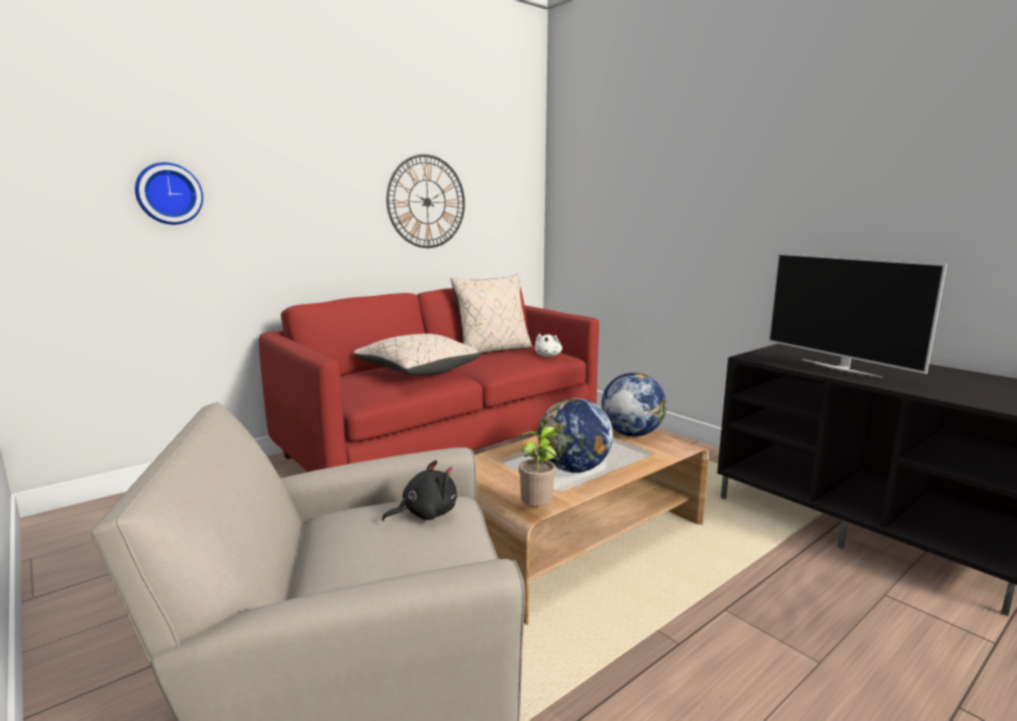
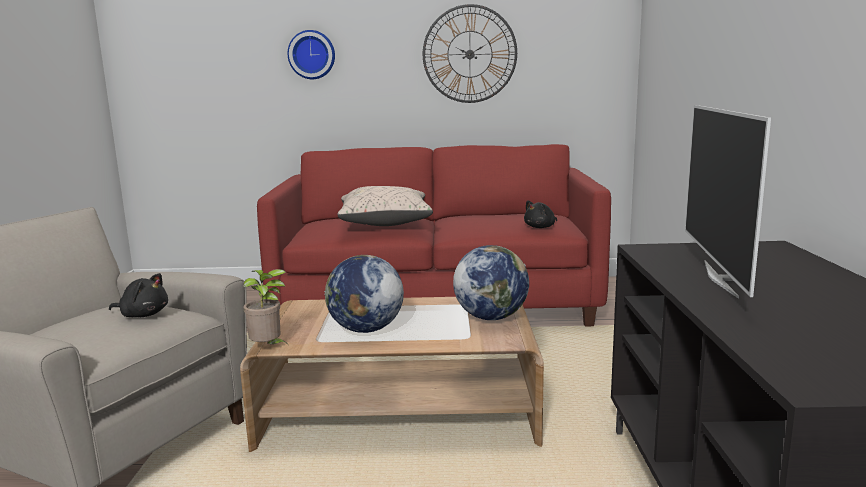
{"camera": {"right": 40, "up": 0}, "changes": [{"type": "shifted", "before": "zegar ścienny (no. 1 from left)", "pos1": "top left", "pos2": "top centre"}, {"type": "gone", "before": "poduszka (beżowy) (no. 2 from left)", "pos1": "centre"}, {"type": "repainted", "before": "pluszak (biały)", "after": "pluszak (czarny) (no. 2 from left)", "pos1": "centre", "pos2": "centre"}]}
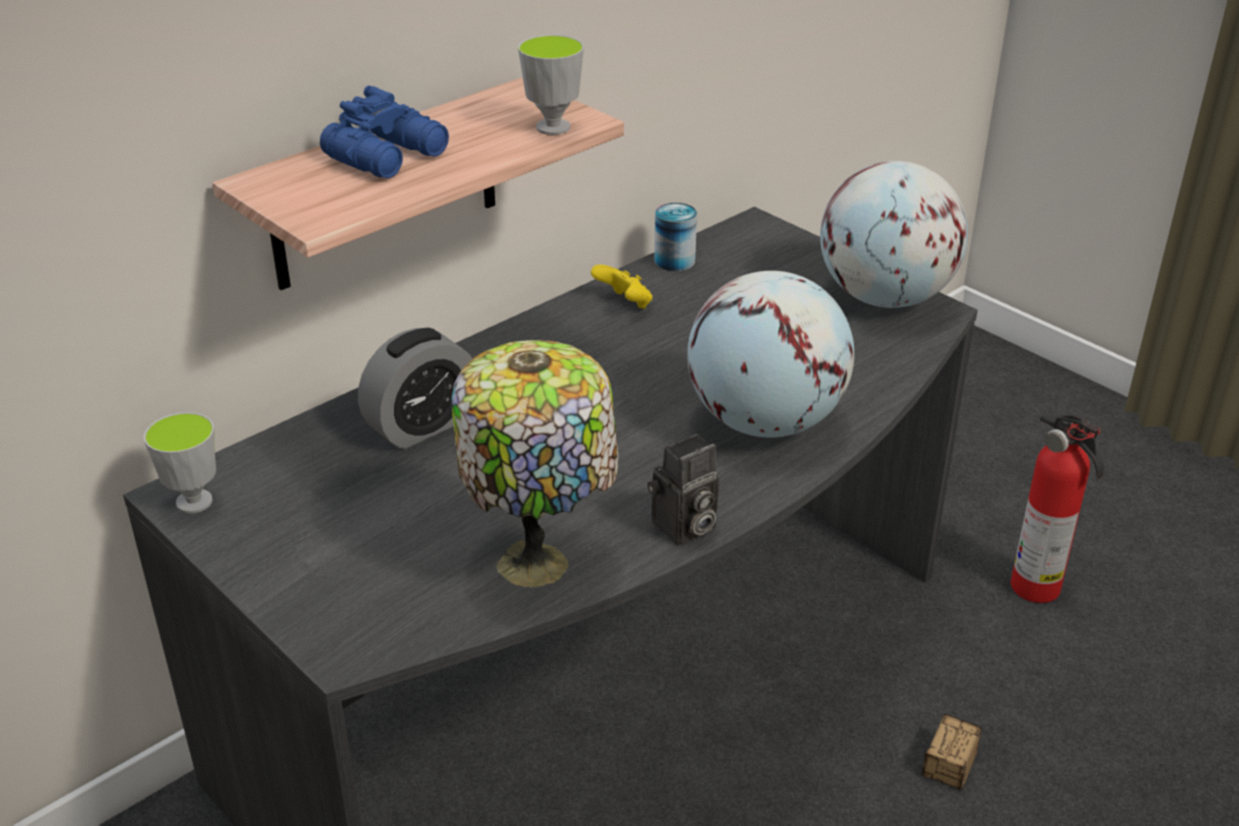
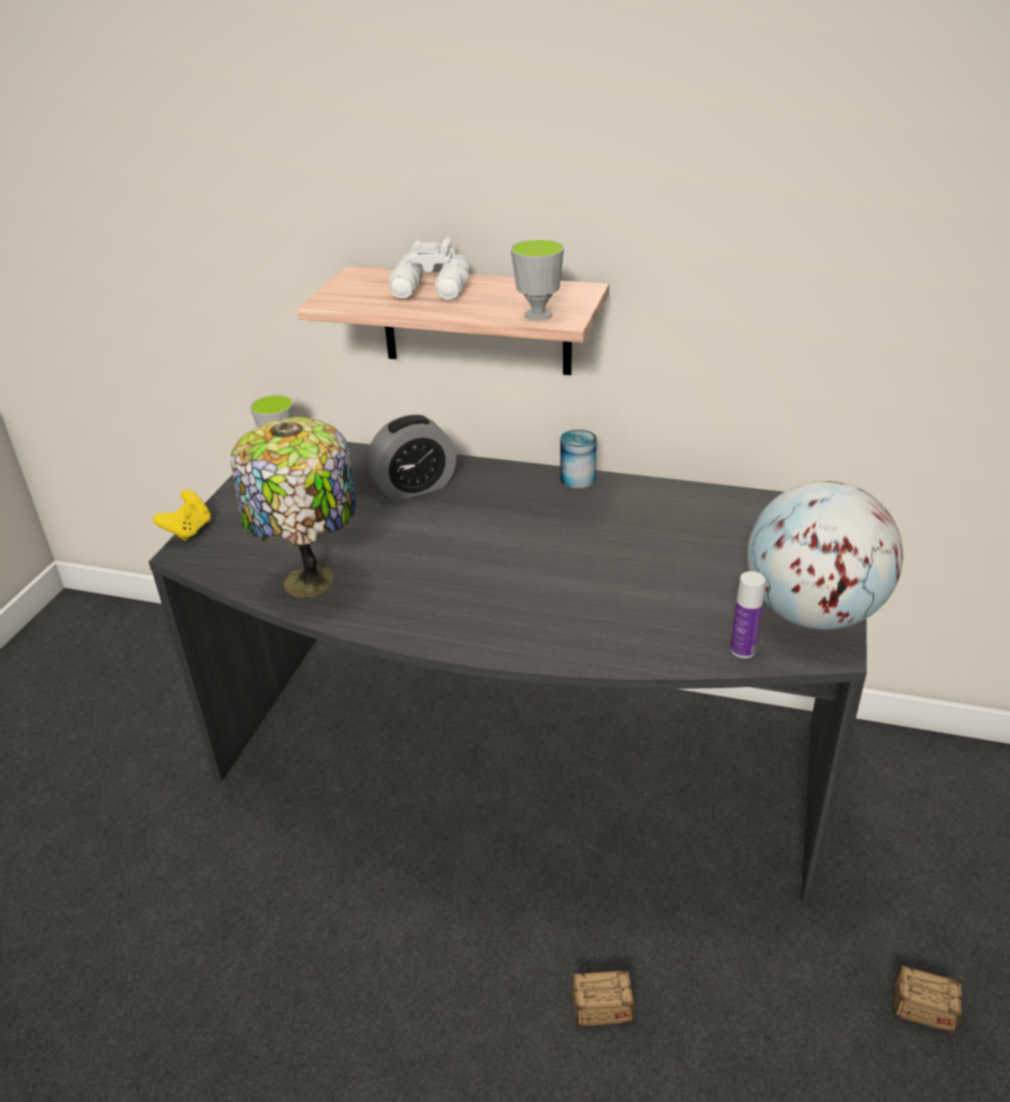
{"camera": {"right": 60, "up": 0}, "changes": [{"type": "repainted", "before": "lornetka (niebieski)", "after": "lornetka (biały)", "pos1": "top left", "pos2": "top centre"}, {"type": "rotated", "before": "budzik", "pos1": "centre", "pos2": "centre", "turn": -45}, {"type": "shifted", "before": "pad do gier (żółty)", "pos1": "centre", "pos2": "middle left"}, {"type": "gone", "before": "aparat fotograficzny", "pos1": "centre"}, {"type": "shifted", "before": "puszka", "pos1": "top centre", "pos2": "centre"}, {"type": "gone", "before": "globus (no. 1 from left)", "pos1": "centre"}, {"type": "swapped", "before": "gaśnica", "after": "pojemnik do przechowywania (no. 2 from left)", "pos1": "middle right", "pos2": "bottom right"}, {"type": "new", "after": "butelka", "pos2": "middle right"}]}
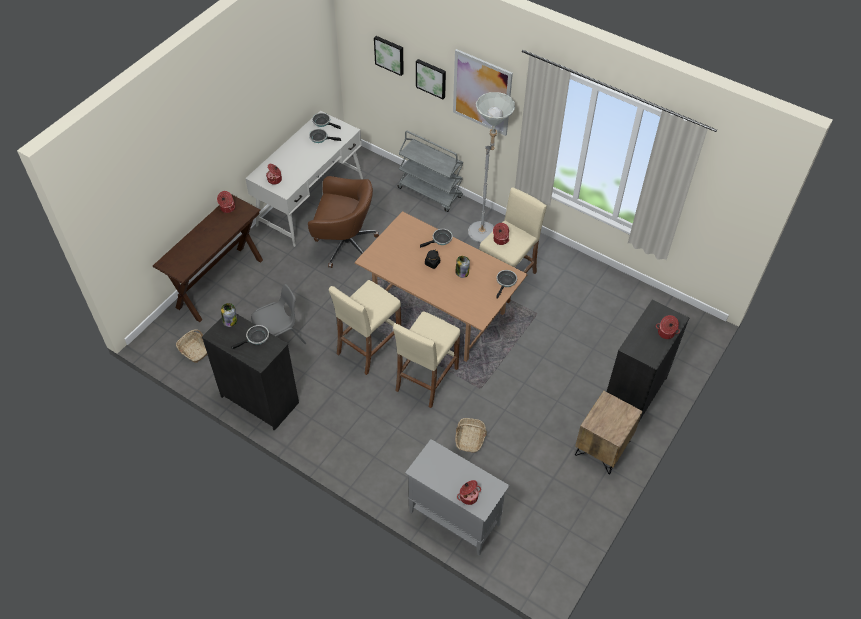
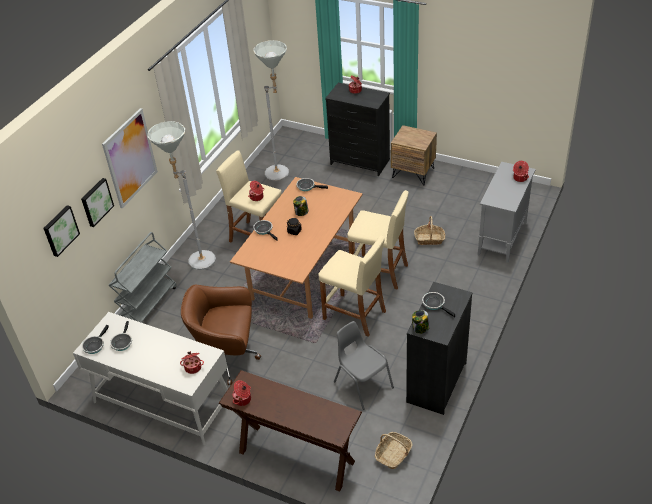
{"camera": {"right": -95, "up": -10}, "changes": [{"type": "rotated", "before": "krzesło biurowe (brązowy)", "pos1": "centre", "pos2": "centre", "turn": -90}, {"type": "new", "after": "lampa stojąca (szary) (no. 2 from left)", "pos2": "top centre"}]}
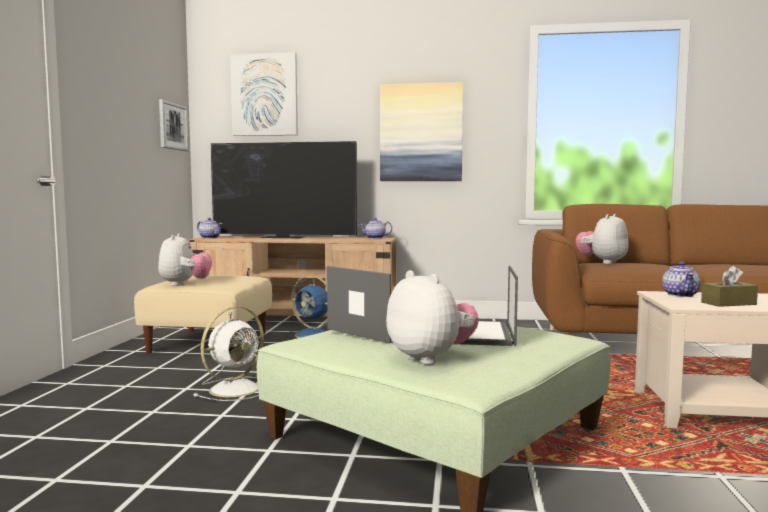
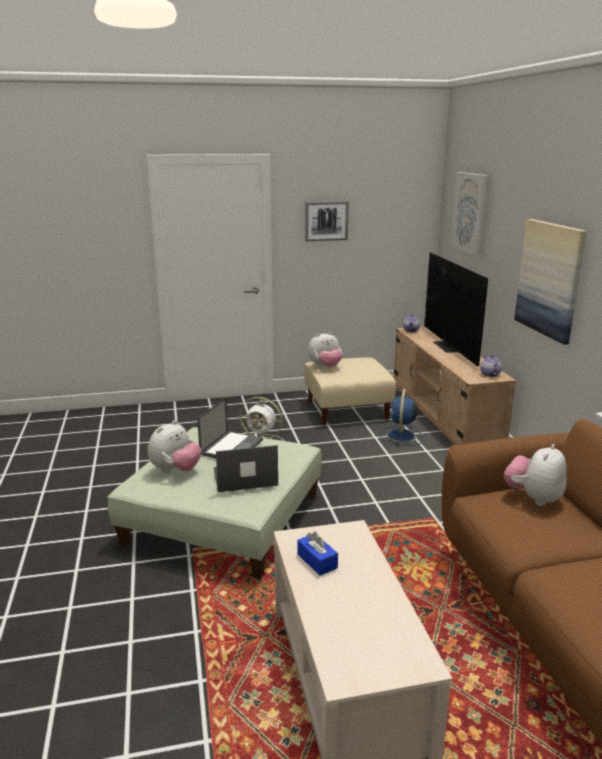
{"camera": {"right": 70, "up": 15}, "changes": [{"type": "shifted", "before": "obraz (no. 1 from left)", "pos1": "top left", "pos2": "top centre"}, {"type": "rotated", "before": "pluszak (no. 3 from left)", "pos1": "middle right", "pos2": "middle right", "turn": -75}, {"type": "gone", "before": "imbryk (no. 3 from left)", "pos1": "middle right"}, {"type": "repainted", "before": "pudełko chusteczek (brązowy)", "after": "pudełko chusteczek (niebieski)", "pos1": "middle right", "pos2": "bottom centre"}]}
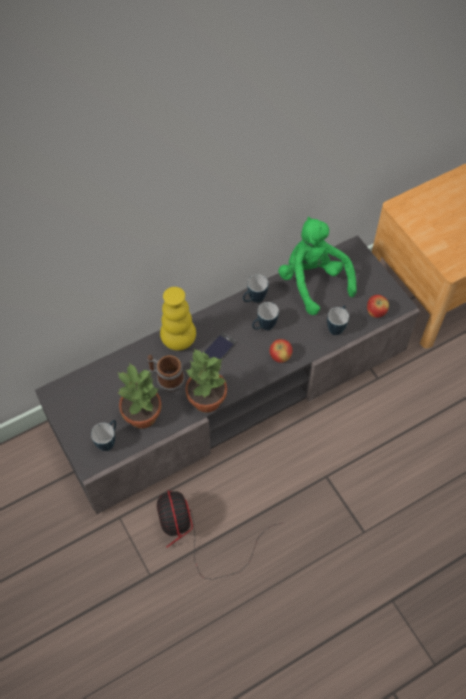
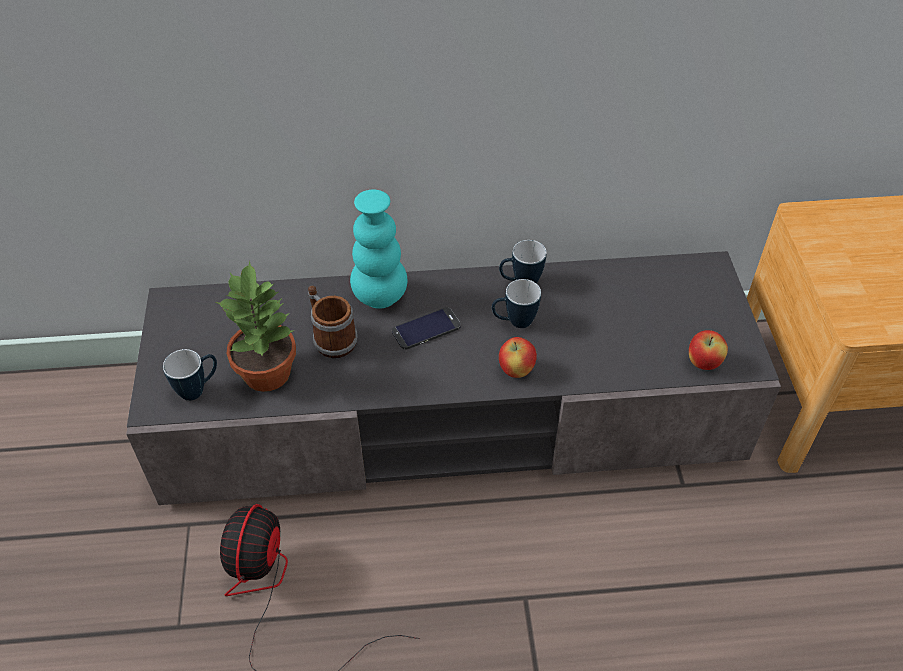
{"camera": {"right": 25, "up": -10}, "changes": [{"type": "repainted", "before": "wazon (żółty)", "after": "wazon (turkusowy)", "pos1": "centre", "pos2": "centre"}, {"type": "gone", "before": "roślina doniczkowa (no. 2 from left)", "pos1": "centre"}, {"type": "gone", "before": "pluszak (zielony)", "pos1": "middle right"}, {"type": "gone", "before": "kubek (no. 5 from left)", "pos1": "middle right"}]}
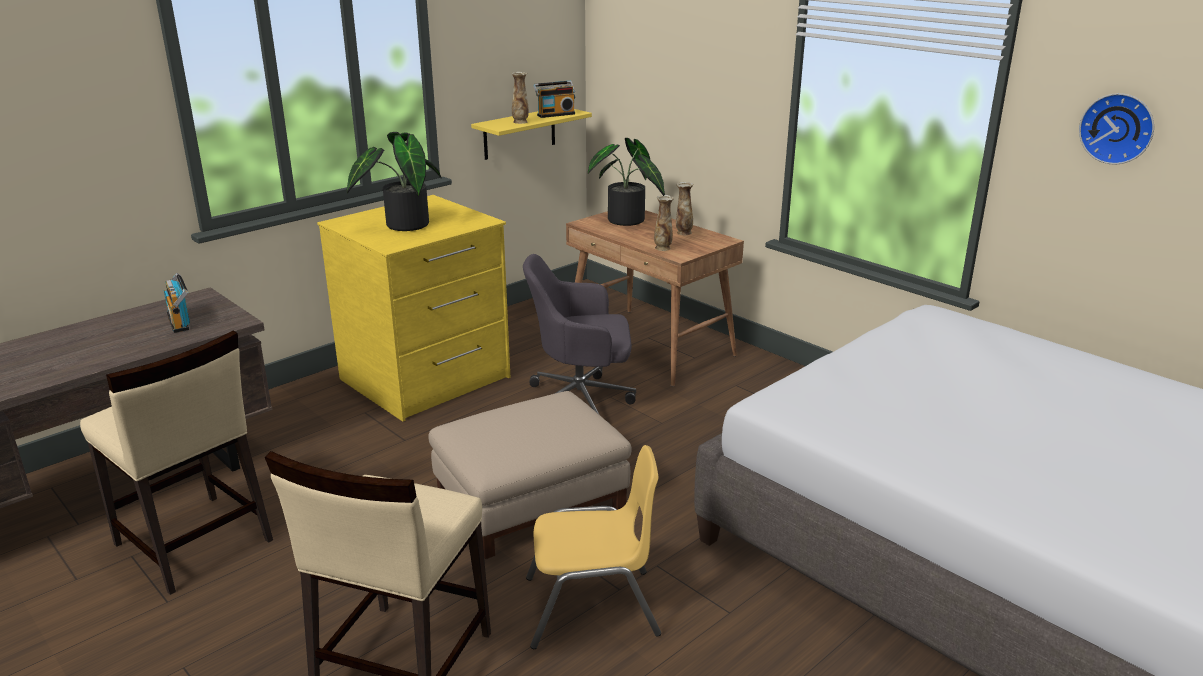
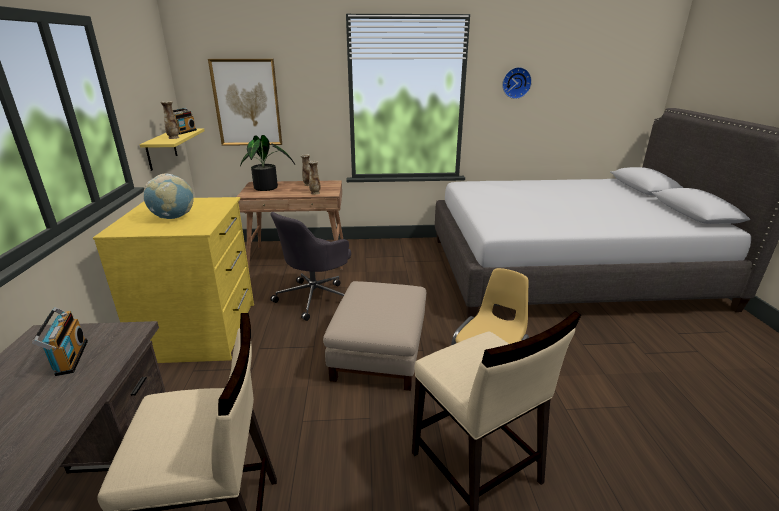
{"camera": {"right": -50, "up": 0}, "changes": [{"type": "rotated", "before": "radio (no. 1 from left)", "pos1": "middle left", "pos2": "bottom left", "turn": -120}, {"type": "swapped", "before": "roślina doniczkowa (no. 1 from left)", "after": "globus", "pos1": "top left", "pos2": "middle left"}, {"type": "new", "after": "obraz", "pos2": "top left"}]}
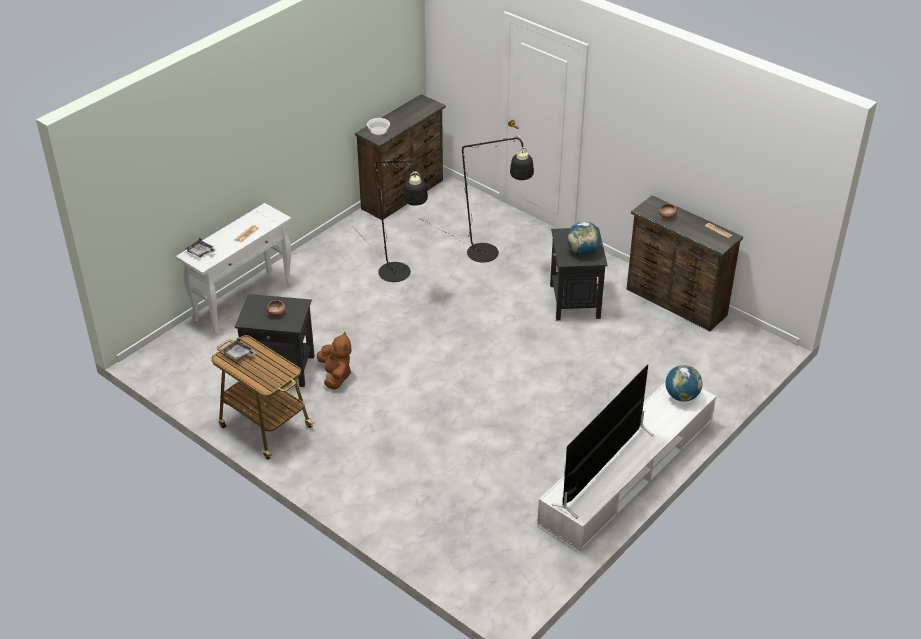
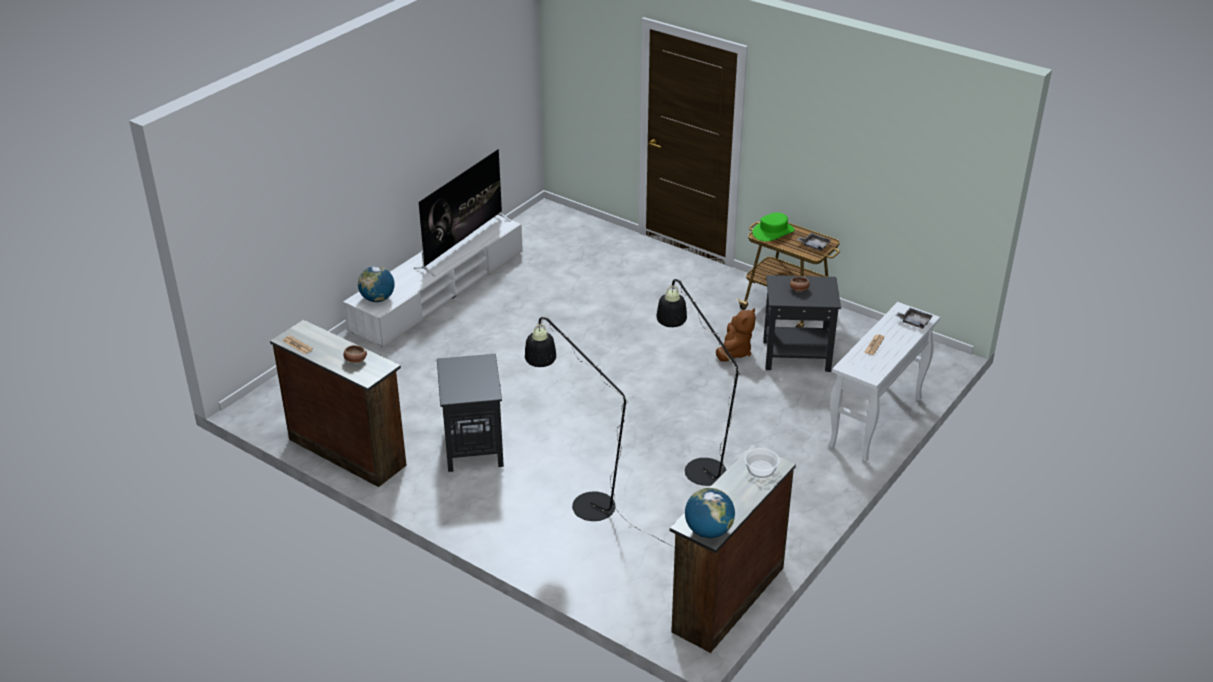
{"camera": {"right": 175, "up": -5}, "changes": [{"type": "rotated", "before": "pluszak (brązowy)", "pos1": "centre", "pos2": "centre", "turn": -135}, {"type": "shifted", "before": "globus (no. 1 from left in the first image)", "after": "globus (no. 2 from left)", "pos1": "centre", "pos2": "bottom centre"}, {"type": "new", "after": "kapelusz (zielony)", "pos2": "top centre"}]}
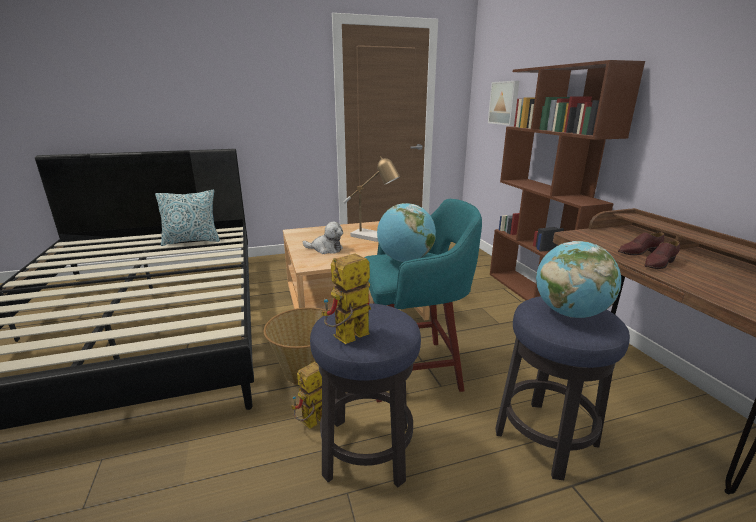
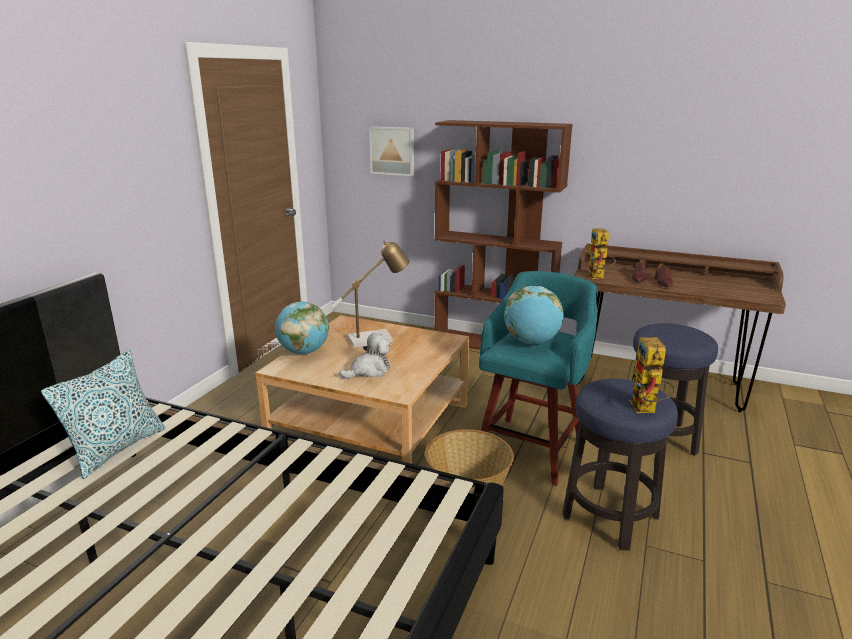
{"camera": {"right": -50, "up": 0}, "changes": [{"type": "shifted", "before": "robot zabawkowy (no. 1 from left)", "pos1": "bottom centre", "pos2": "middle right"}, {"type": "shifted", "before": "globus (no. 2 from left in the first image)", "after": "globus (no. 1 from left)", "pos1": "middle right", "pos2": "centre"}]}
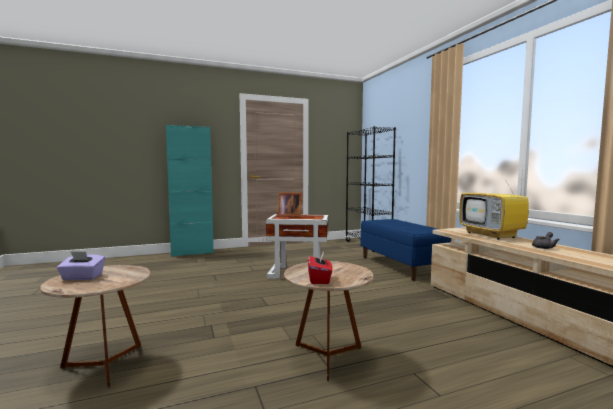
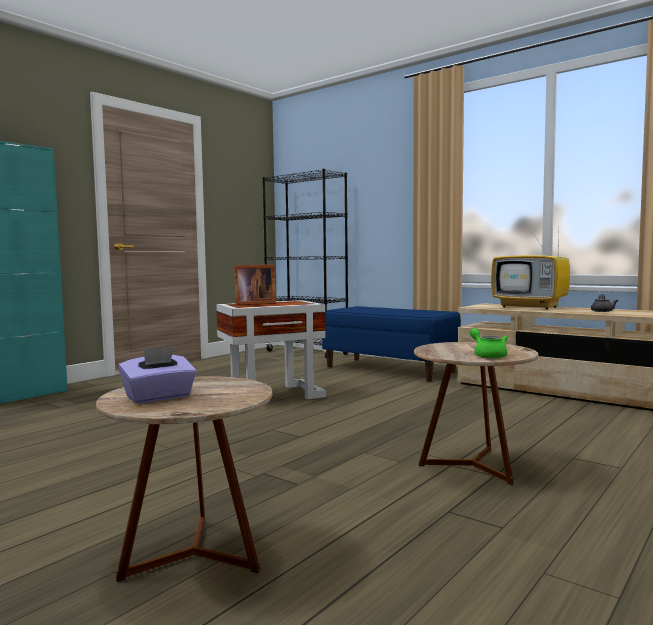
{"camera": {"right": -30, "up": 0}, "changes": [{"type": "swapped", "before": "pudełko chusteczek (czerwony)", "after": "imbryk (zielony)", "pos1": "centre", "pos2": "middle right"}]}
